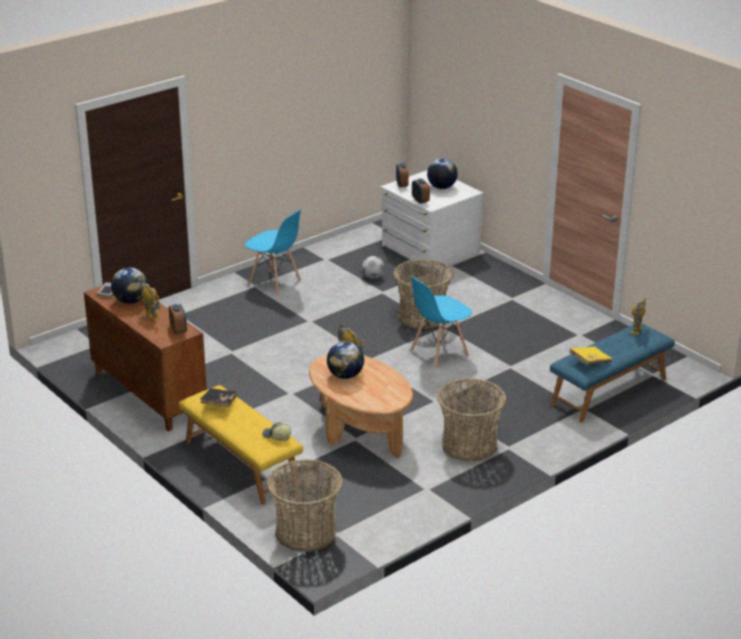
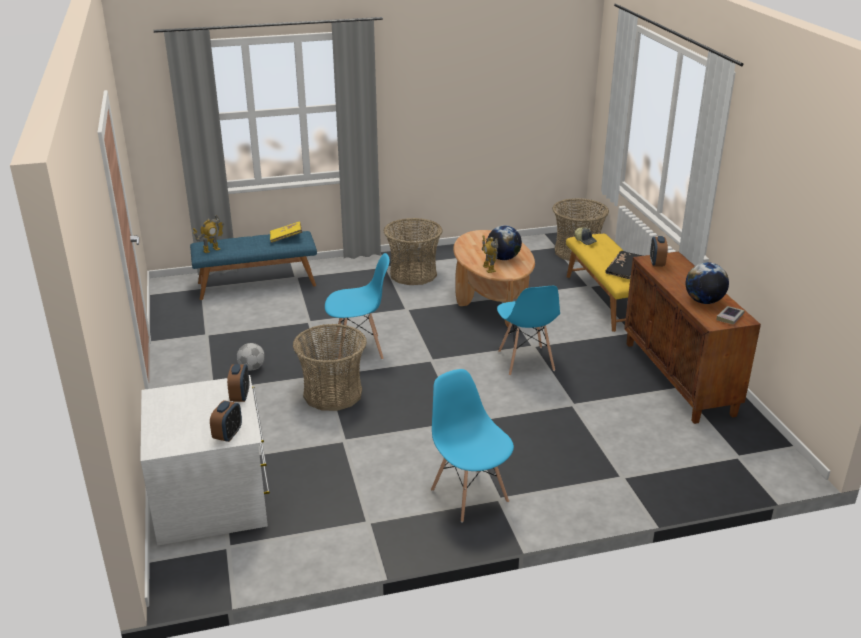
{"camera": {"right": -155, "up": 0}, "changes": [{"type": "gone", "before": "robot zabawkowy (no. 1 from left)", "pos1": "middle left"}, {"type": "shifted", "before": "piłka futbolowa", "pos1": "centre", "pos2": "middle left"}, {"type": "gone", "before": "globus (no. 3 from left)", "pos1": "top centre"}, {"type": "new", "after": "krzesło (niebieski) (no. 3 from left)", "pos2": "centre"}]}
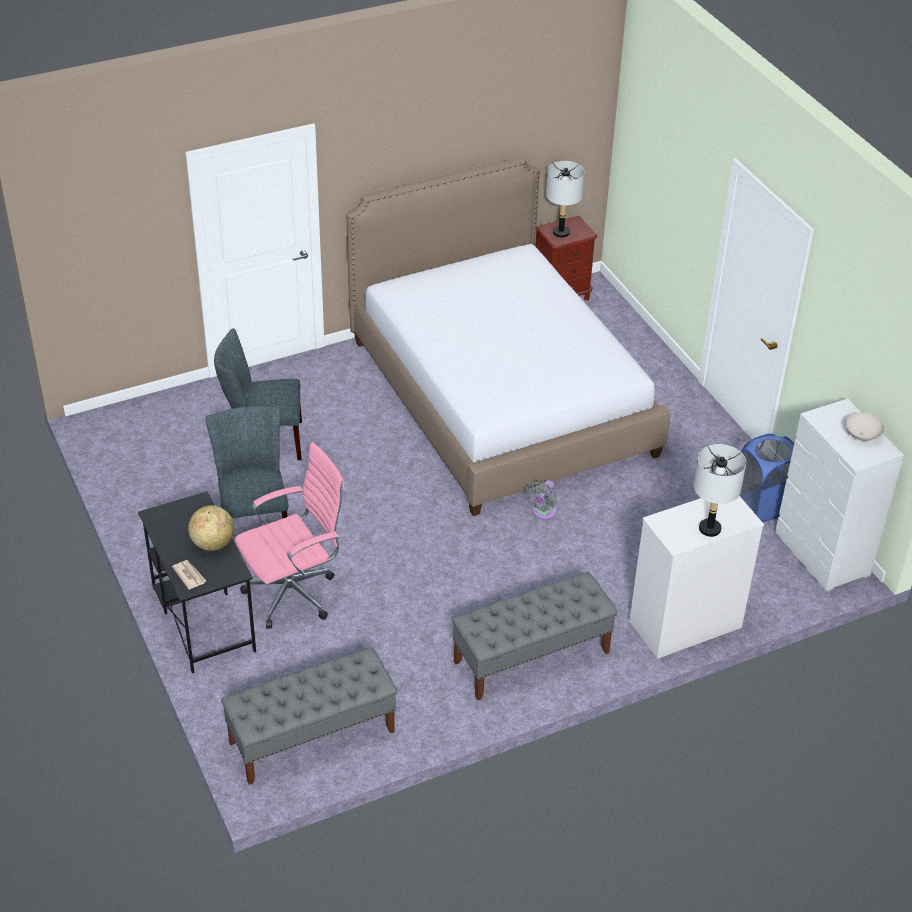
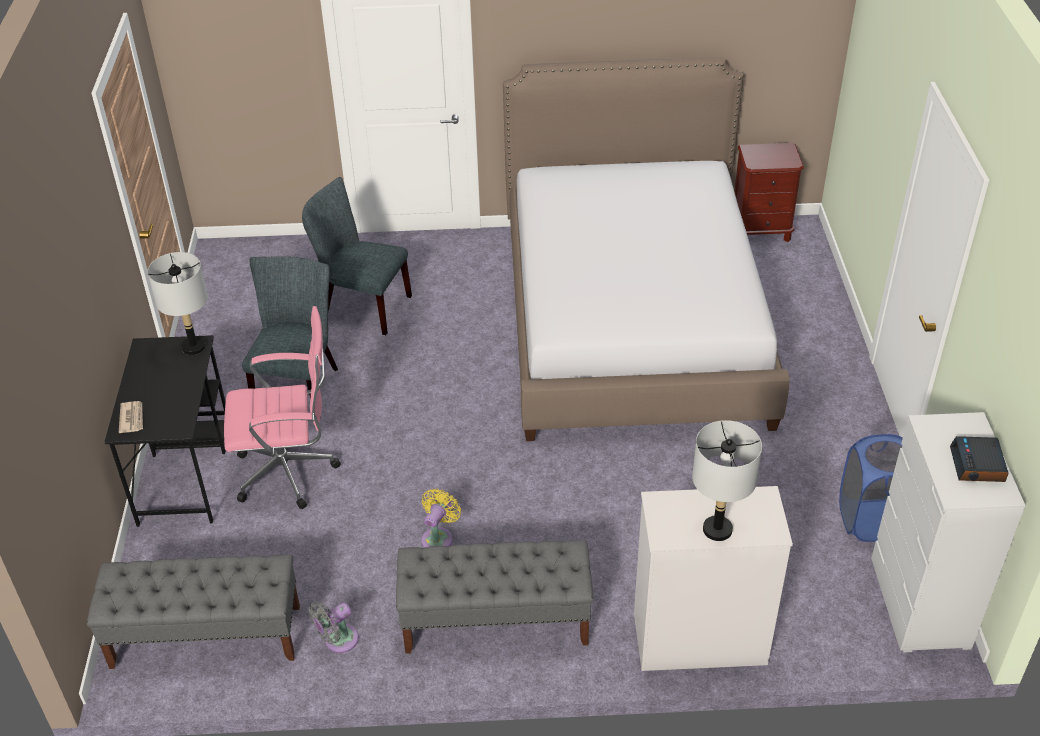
{"camera": {"right": 25, "up": 0}, "changes": [{"type": "gone", "before": "globus", "pos1": "middle left"}, {"type": "shifted", "before": "wentylator (szary)", "pos1": "centre", "pos2": "bottom left"}, {"type": "shifted", "before": "lampa stołowa (szary) (no. 1 from left)", "pos1": "top centre", "pos2": "middle left"}, {"type": "swapped", "before": "miska (biały)", "after": "budzik", "pos1": "middle right", "pos2": "middle right"}, {"type": "new", "after": "wentylator (żółty)", "pos2": "bottom centre"}]}
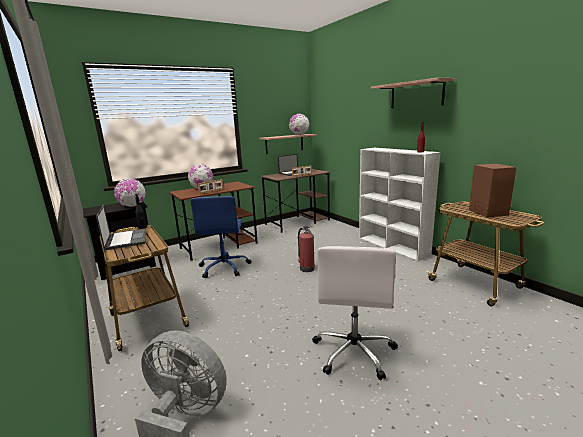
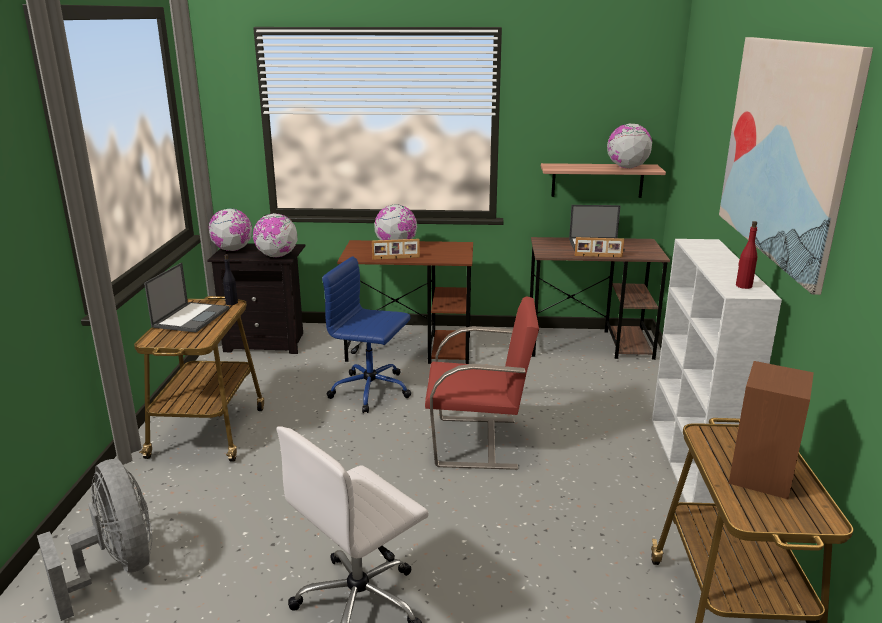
{"camera": {"right": 35, "up": 5}, "changes": [{"type": "rotated", "before": "krzesło biurowe (niebieski)", "pos1": "centre", "pos2": "centre", "turn": 75}, {"type": "swapped", "before": "gaśnica", "after": "krzesło (czerwony)", "pos1": "centre", "pos2": "centre"}, {"type": "swapped", "before": "półka (no. 2 from left)", "after": "obraz", "pos1": "top right", "pos2": "top right"}, {"type": "new", "after": "globus (no. 1 from left)", "pos2": "middle left"}]}
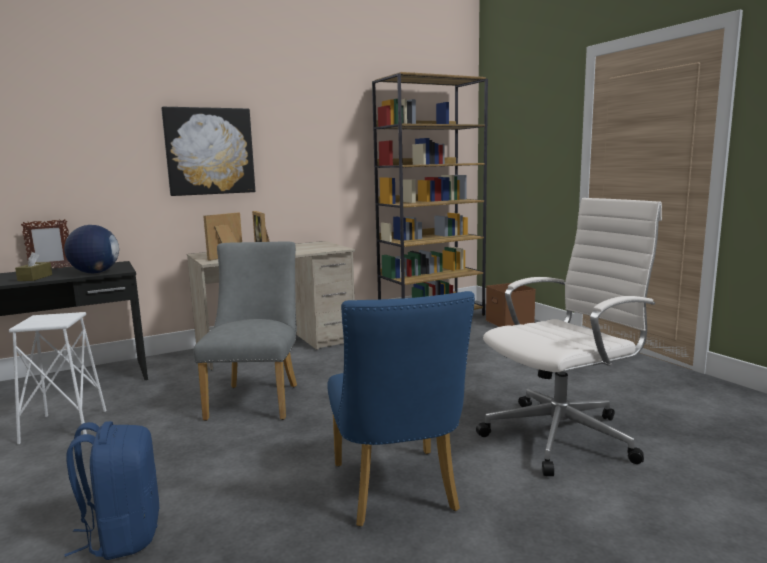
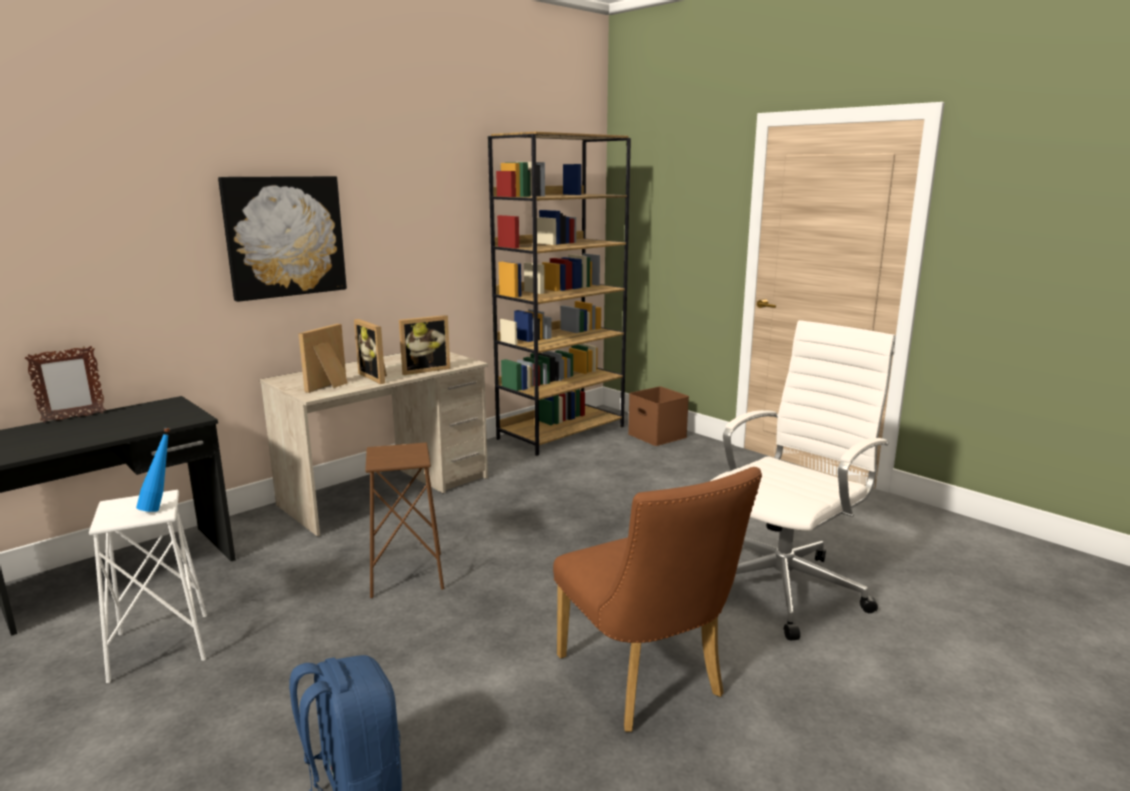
{"camera": {"right": -15, "up": 5}, "changes": [{"type": "gone", "before": "pudełko chusteczek (brązowy)", "pos1": "middle left"}, {"type": "gone", "before": "globus", "pos1": "middle left"}, {"type": "swapped", "before": "krzesło (szary)", "after": "stołek (brązowy)", "pos1": "middle left", "pos2": "centre"}, {"type": "repainted", "before": "krzesło (niebieski)", "after": "krzesło (brązowy)", "pos1": "bottom centre", "pos2": "bottom centre"}, {"type": "new", "after": "butelka (niebieski)", "pos2": "middle left"}, {"type": "new", "after": "ramka na zdjęcie (no. 4 from left)", "pos2": "centre"}]}
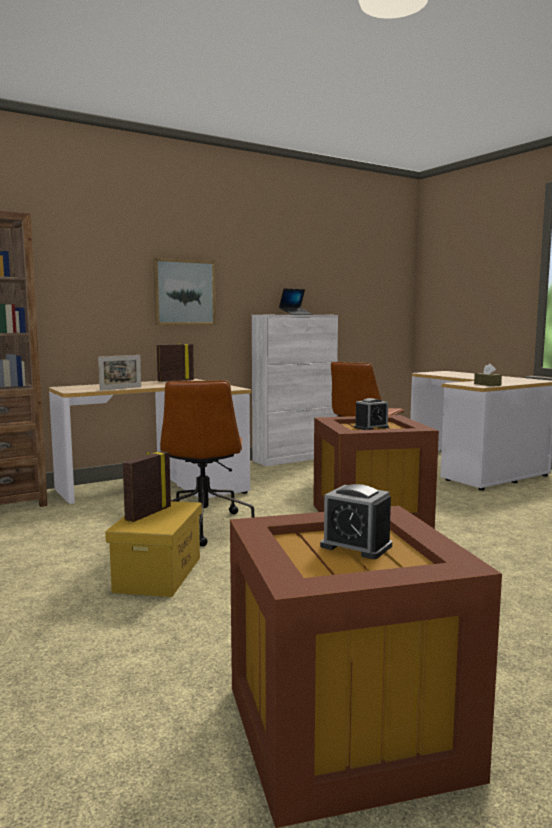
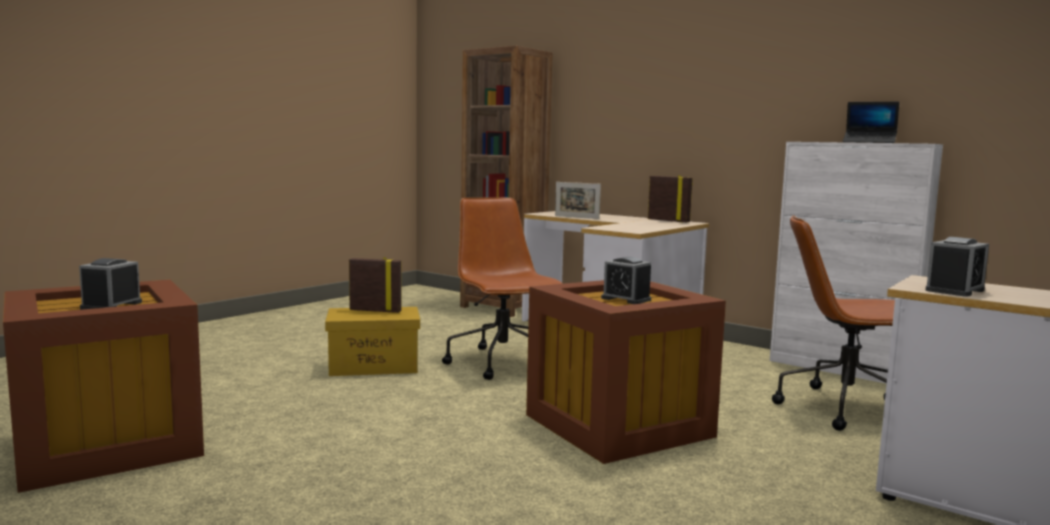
{"camera": {"right": 70, "up": 0}, "changes": [{"type": "gone", "before": "obraz", "pos1": "centre"}, {"type": "rotated", "before": "krzesło biurowe (brązowy) (no. 1 from left)", "pos1": "centre", "pos2": "centre", "turn": 90}, {"type": "swapped", "before": "pudełko chusteczek (brązowy)", "after": "budzik (no. 3 from left)", "pos1": "middle right", "pos2": "middle right"}]}
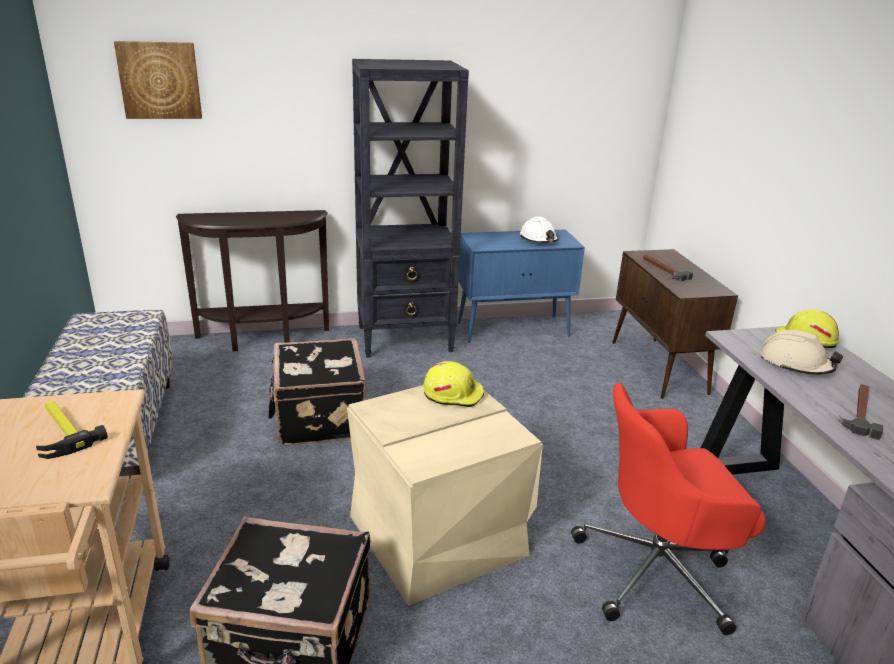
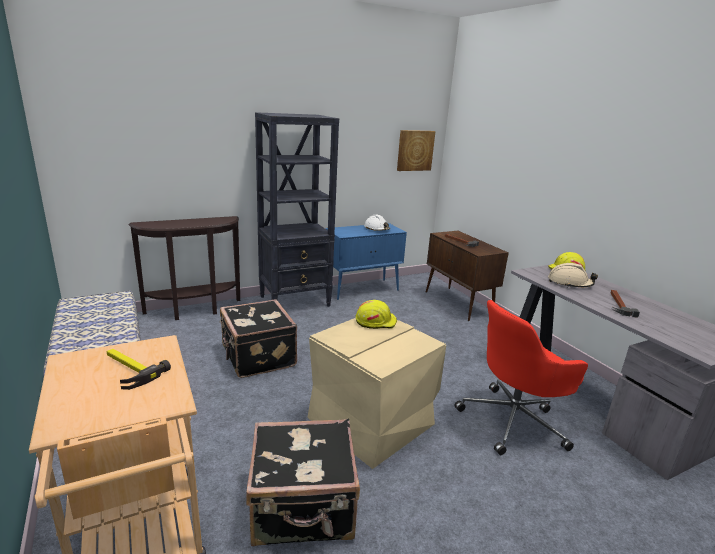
{"camera": {"right": -15, "up": -5}, "changes": [{"type": "shifted", "before": "obraz", "pos1": "top left", "pos2": "top centre"}]}
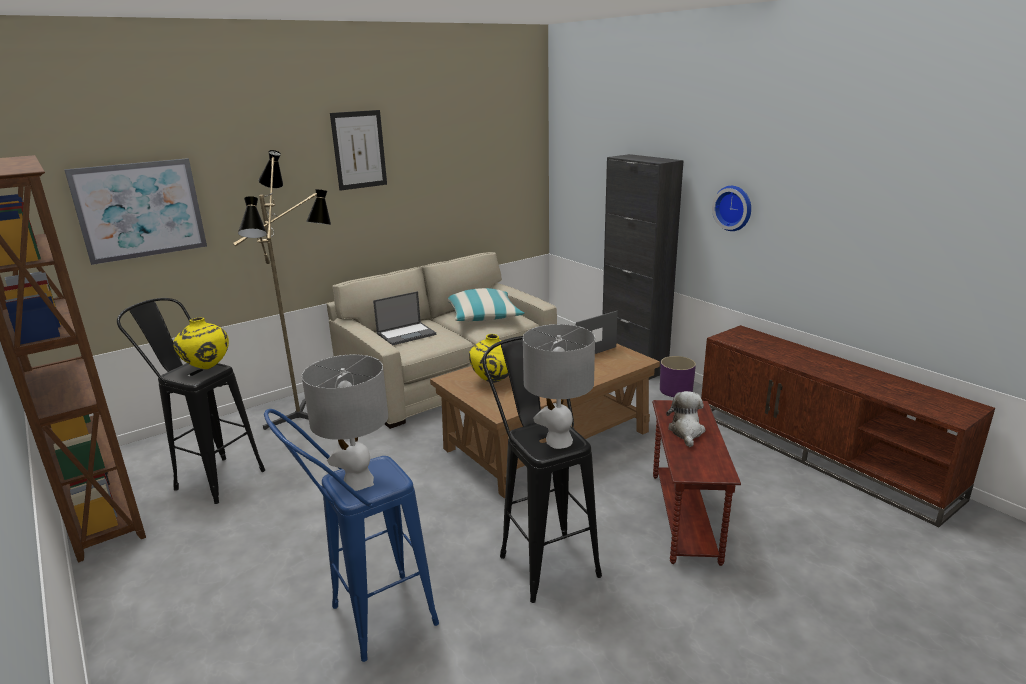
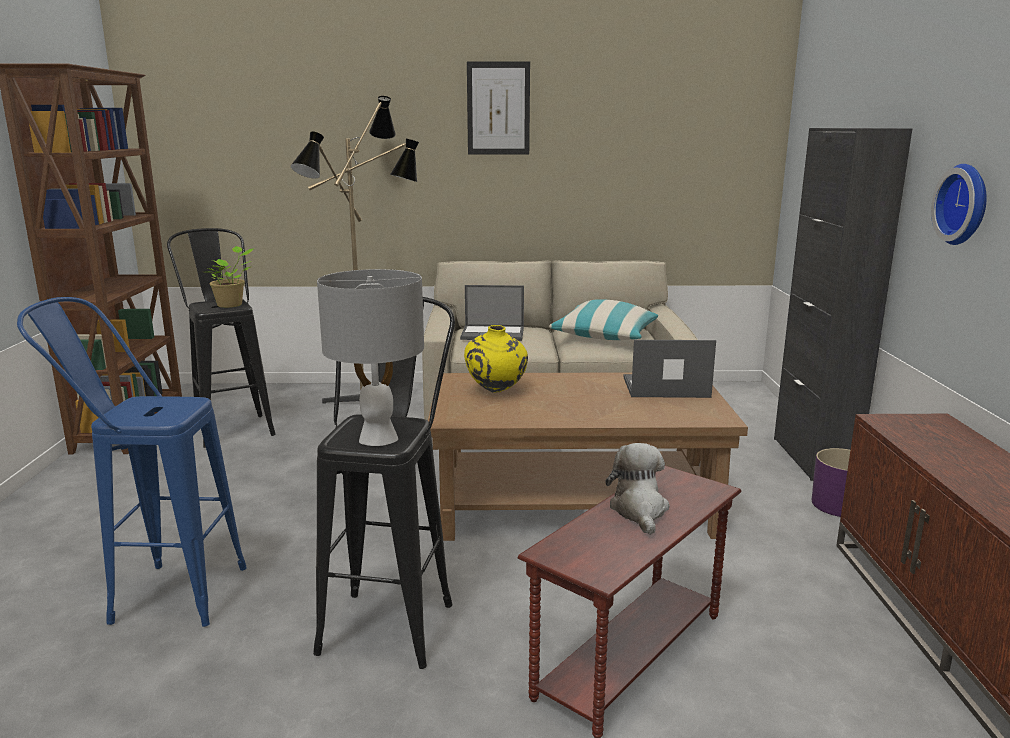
{"camera": {"right": 35, "up": -5}, "changes": [{"type": "gone", "before": "obraz (no. 1 from left)", "pos1": "top left"}, {"type": "swapped", "before": "wazon (żółty) (no. 1 from left)", "after": "roślina doniczkowa", "pos1": "middle left", "pos2": "middle left"}, {"type": "gone", "before": "lampa stołowa (szary) (no. 1 from left)", "pos1": "centre"}, {"type": "rotated", "before": "pluszak", "pos1": "middle right", "pos2": "centre", "turn": -45}]}
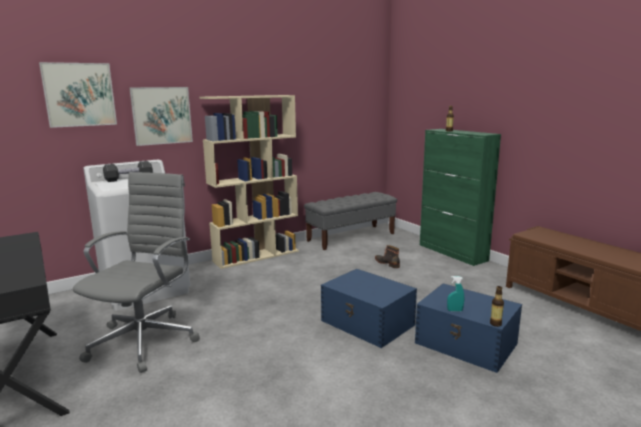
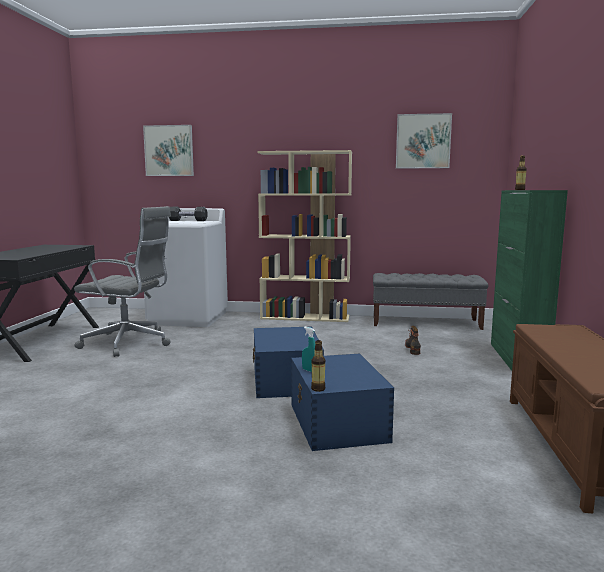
{"camera": {"right": 40, "up": -5}, "changes": [{"type": "rotated", "before": "krzesło biurowe (szary)", "pos1": "middle left", "pos2": "middle left", "turn": 45}, {"type": "shifted", "before": "obraz (no. 2 from left)", "pos1": "top left", "pos2": "top right"}]}
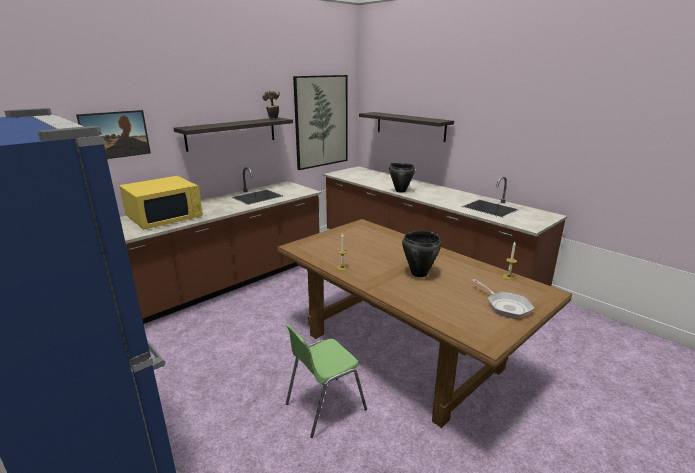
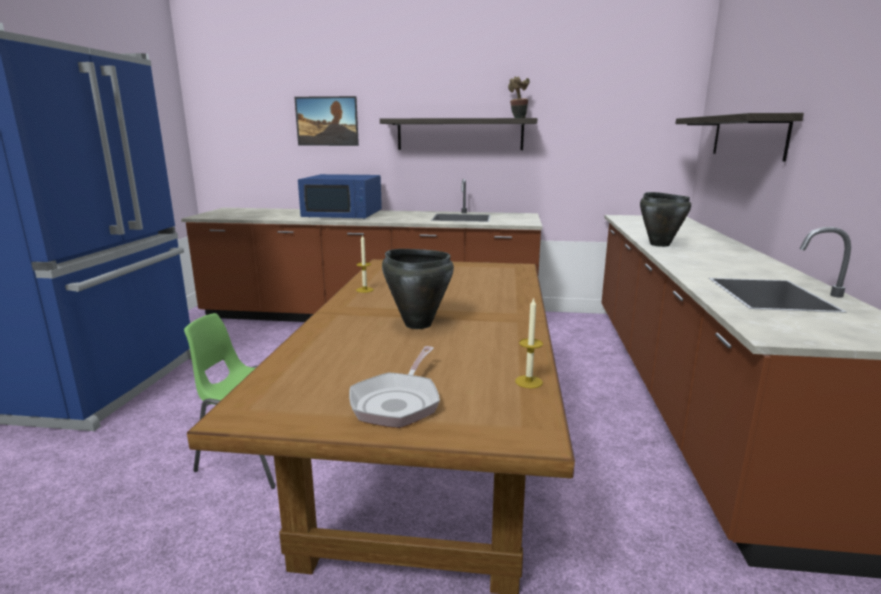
{"camera": {"right": 50, "up": -5}, "changes": [{"type": "repainted", "before": "mikrofalówka (żółty)", "after": "mikrofalówka (niebieski)", "pos1": "middle left", "pos2": "top centre"}, {"type": "gone", "before": "obraz (no. 2 from left)", "pos1": "top centre"}]}
